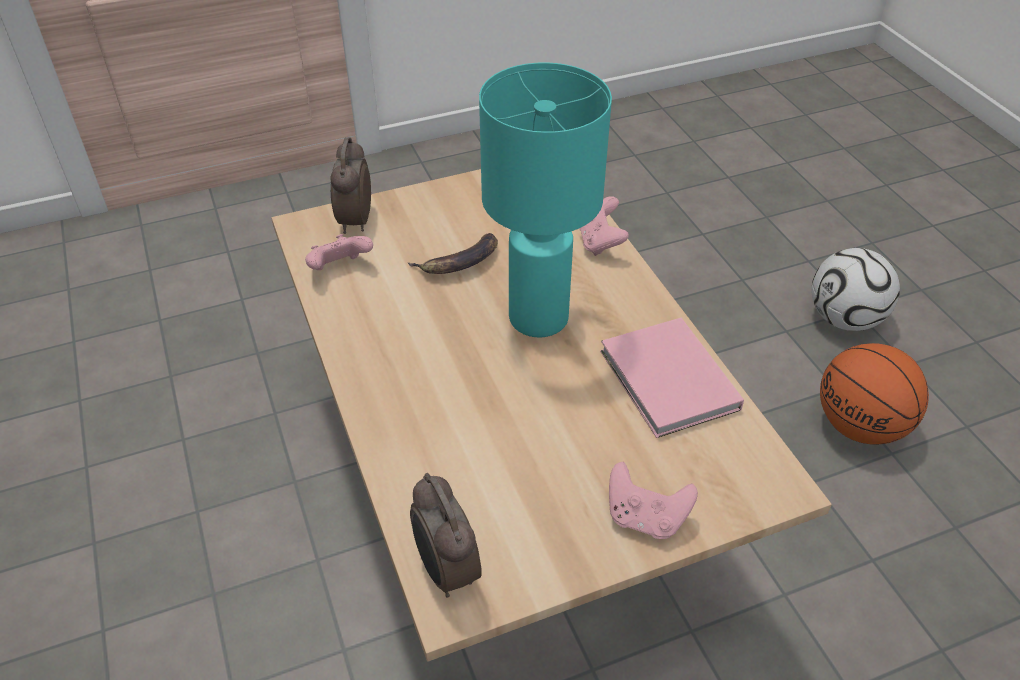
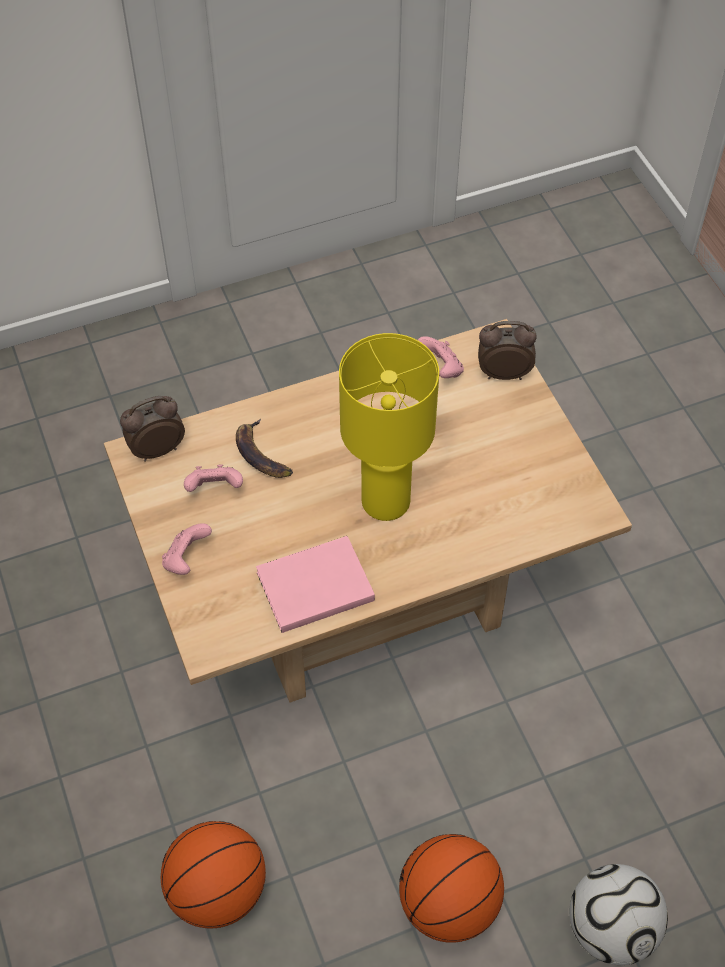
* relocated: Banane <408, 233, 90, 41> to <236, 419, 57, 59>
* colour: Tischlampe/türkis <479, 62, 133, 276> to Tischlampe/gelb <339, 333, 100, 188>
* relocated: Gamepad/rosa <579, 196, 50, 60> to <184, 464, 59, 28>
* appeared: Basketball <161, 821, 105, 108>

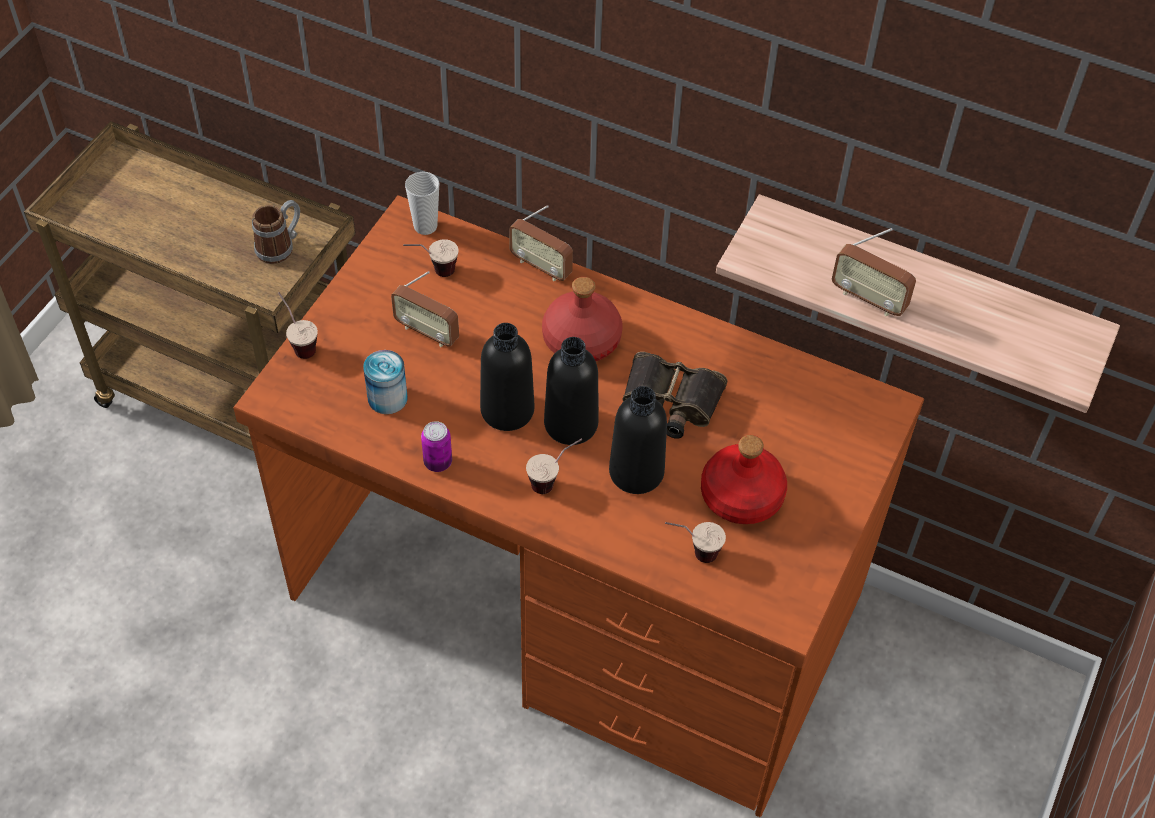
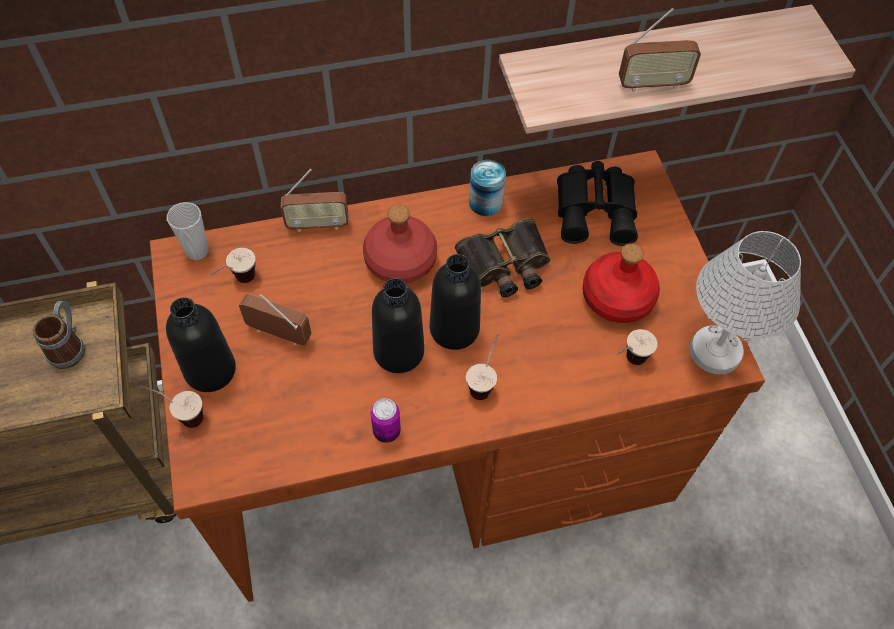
* relocated: Dose <363, 350, 45, 64> to <469, 160, 37, 56>
* spun: Radio <391, 271, 68, 76> = <239, 294, 73, 51> 150 degrees counterclockwise
* relocated: Flasche/schwarz <609, 386, 58, 108> to <166, 297, 70, 95>
* appeared: Fernglas/schwarz <557, 161, 81, 85>
* appeared: Tischlampe/weiß <690, 231, 111, 143>

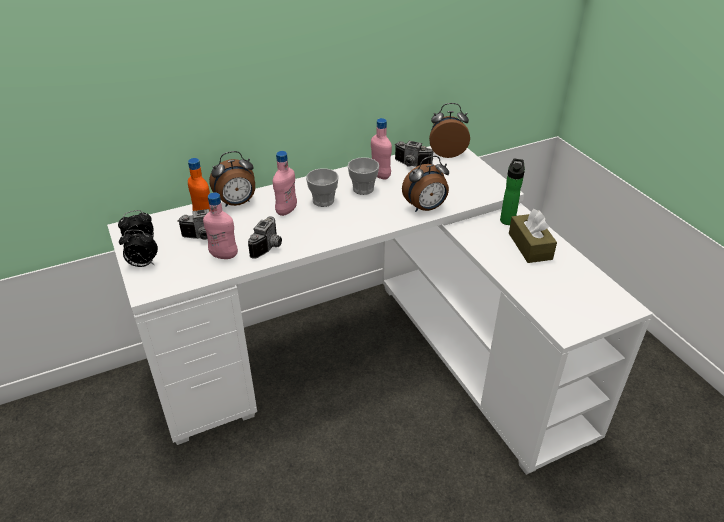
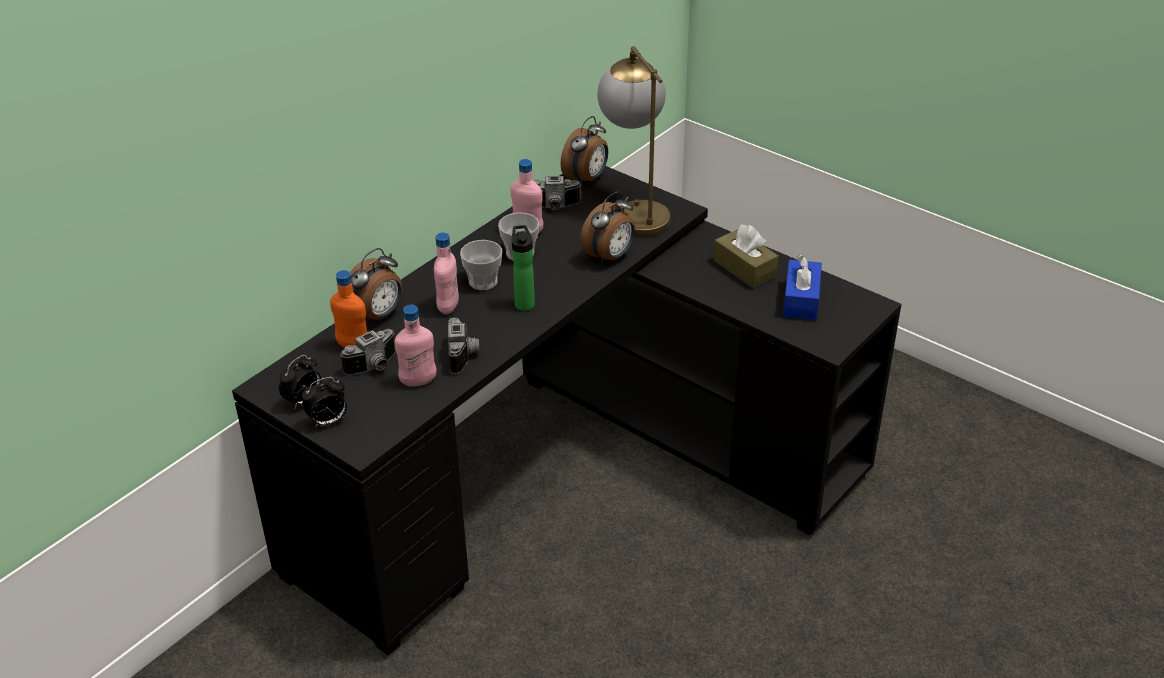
* colour: Schreibtisch/weiß <107, 146, 546, 329> to Schreibtisch/schwarz <232, 166, 670, 489>
* spun: Wecker <429, 103, 41, 55> = <561, 116, 47, 69> 150 degrees clockwise
* relocated: Flasche <500, 159, 25, 66> to <512, 225, 23, 86>
* appeared: Tischlampe <597, 46, 73, 192>
* appeared: Taschentuchbox/blau <783, 255, 39, 65>

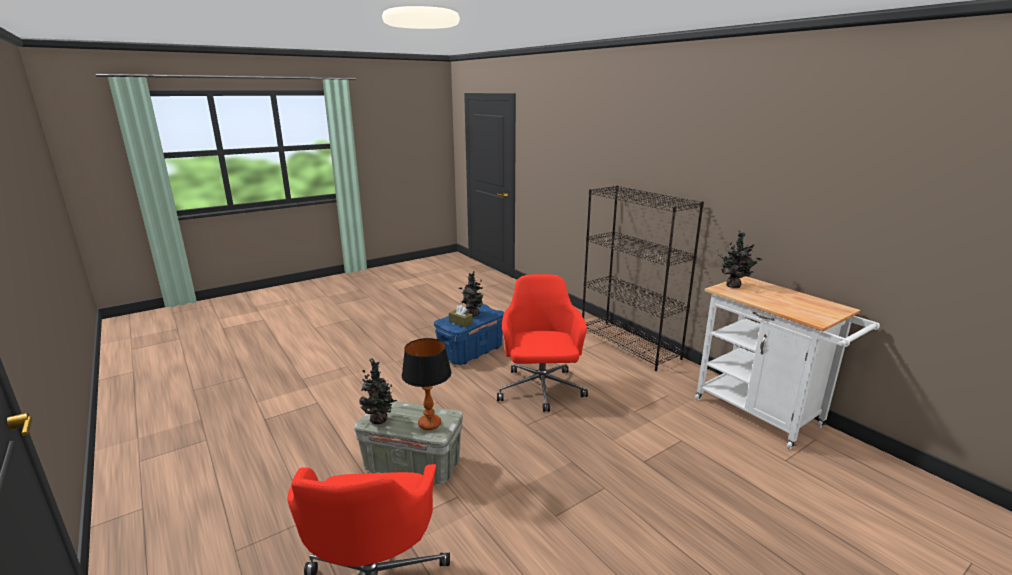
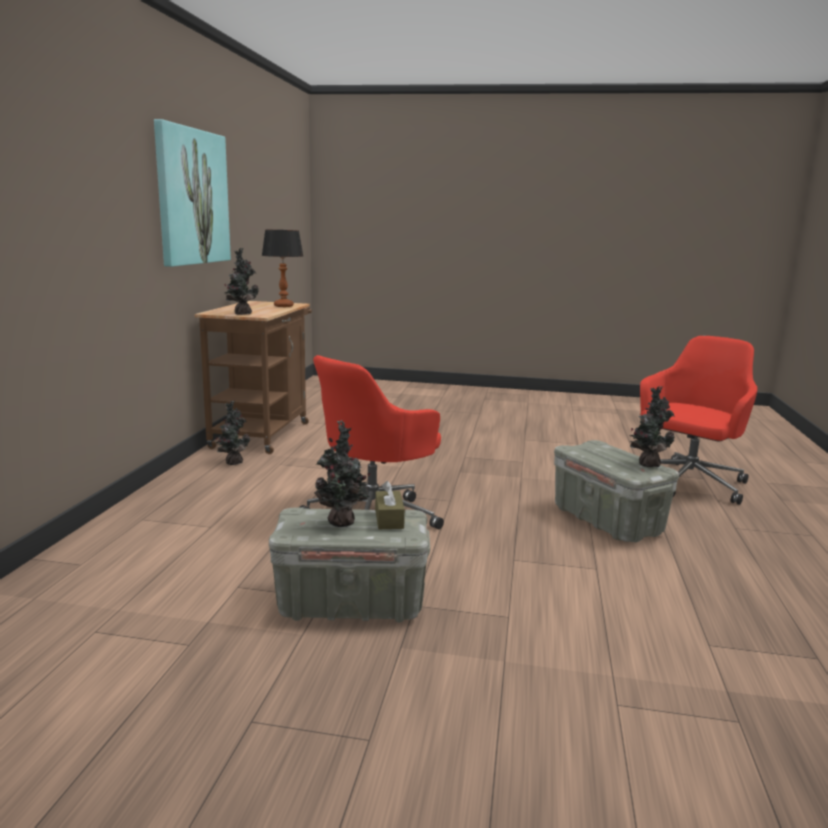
* relocated: Tischlampe <402, 338, 49, 92> to <262, 230, 41, 77>
* colour: Aufbewahrungsbox/blau <434, 304, 70, 61> to Aufbewahrungsbox/grau <269, 507, 161, 115>
* missing: Bücherregal/schwarz <582, 185, 122, 186>
* colour: Rollwagen/weiß <695, 276, 185, 173> to Rollwagen/braun <195, 301, 117, 153>
* appeared: Bild <154, 119, 77, 148>
* appeared: Topfpflanze <216, 401, 34, 64>

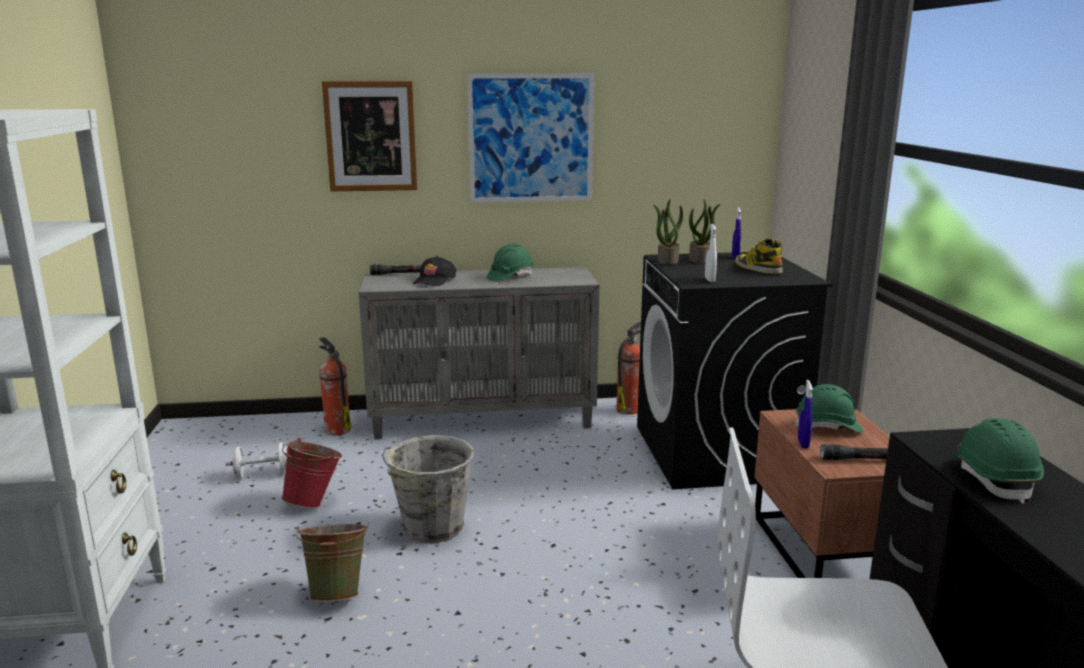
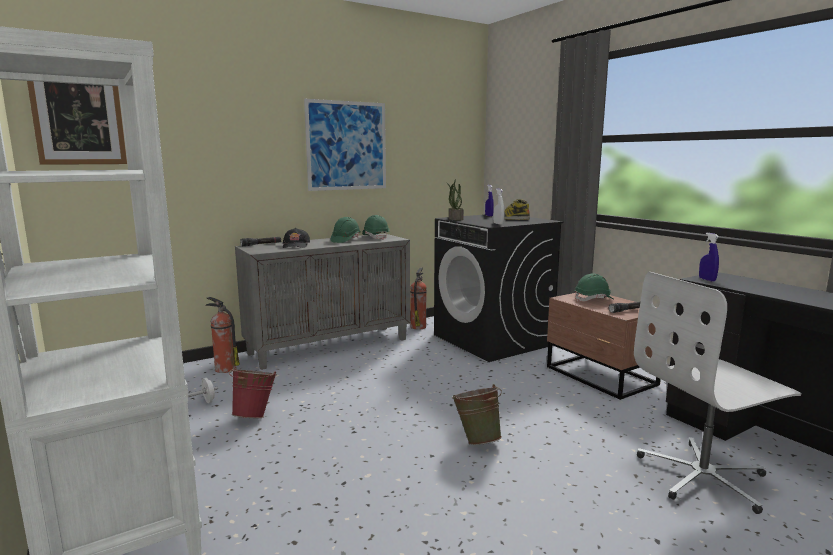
* relocated: Eimer/grün <296, 523, 73, 79> to <452, 384, 50, 61>
* relocated: Bild <322, 81, 95, 110> to <27, 81, 100, 84>
* missing: Eimer/grau <382, 435, 92, 108>
* missing: Topfpflanze <689, 199, 31, 65>
* relocated: Sprühflasche/blau <798, 380, 15, 68> to <699, 233, 20, 49>
* relocated: Schutzhelm/grün <949, 418, 95, 86> to <362, 215, 28, 25>

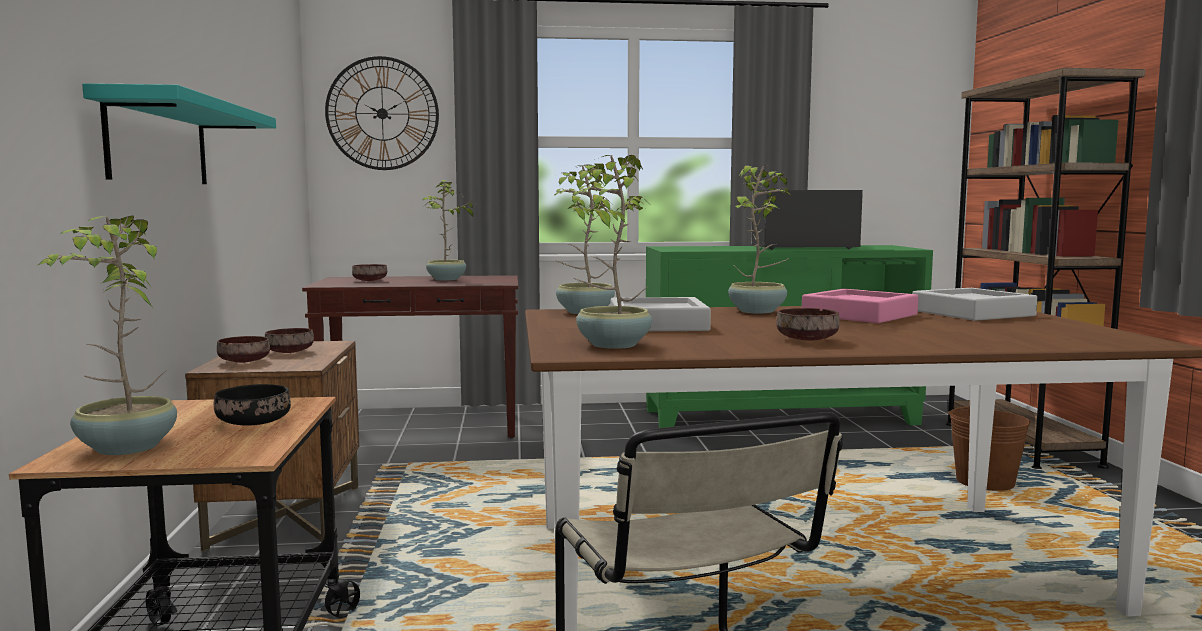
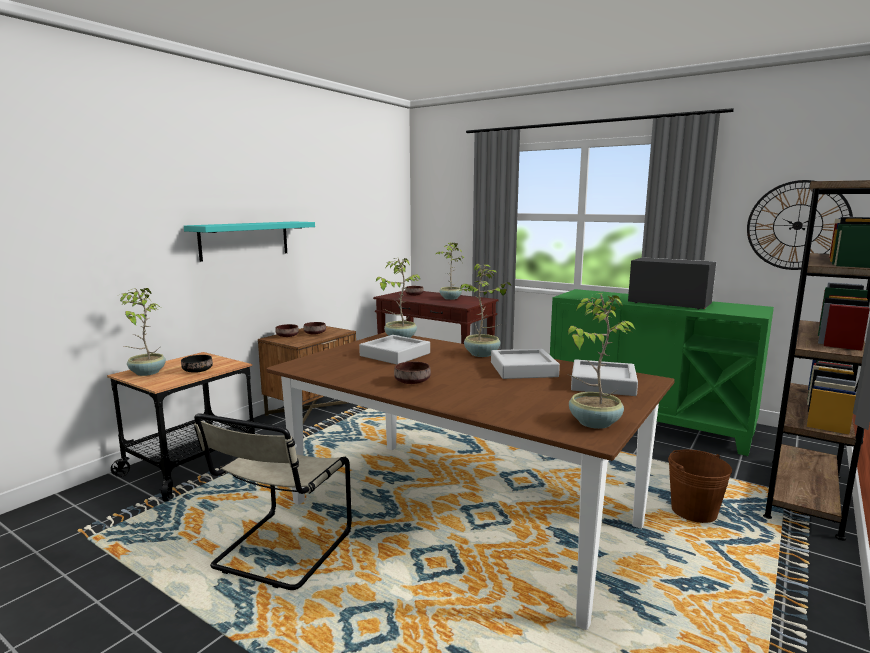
* relocated: Wanduhr <325, 56, 114, 114> to <747, 180, 106, 90>
* relocated: Topfpflanze <574, 155, 78, 194> to <567, 293, 70, 136>
* colour: Tablett/rosa <802, 289, 116, 34> to Tablett/grau <491, 349, 69, 30>

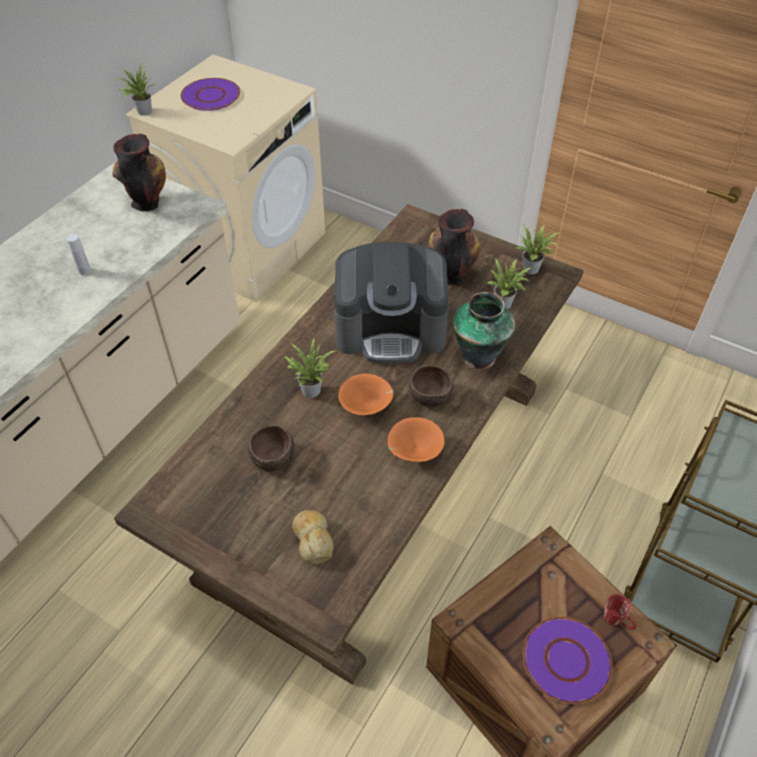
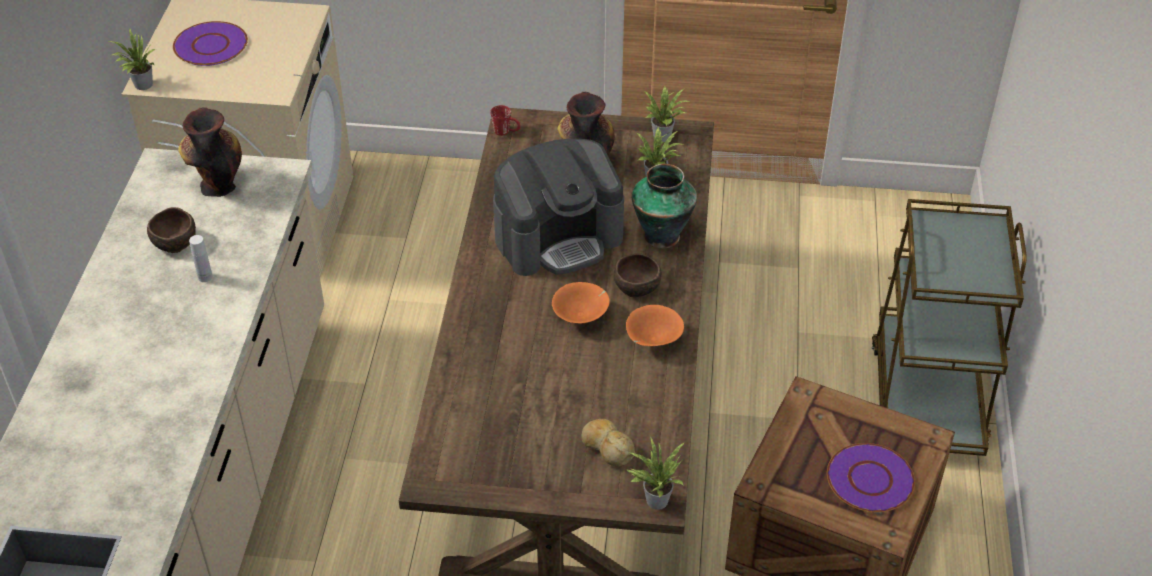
* relocated: Schüssel/braun <248, 425, 46, 47> to <147, 207, 49, 46>
* relocated: Topfpflanze <285, 338, 51, 60> to <624, 437, 61, 73>
* relocated: Henkelbecher/rot <604, 594, 32, 35> to <490, 105, 31, 31>

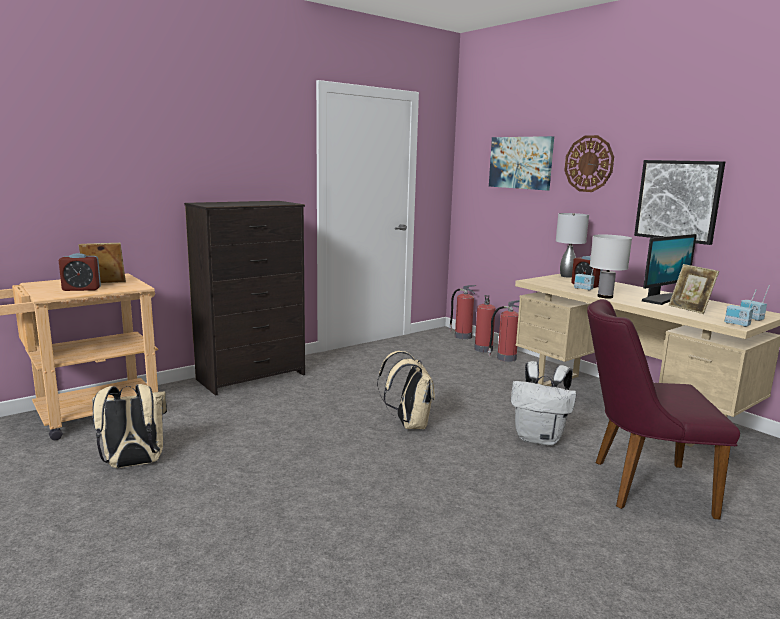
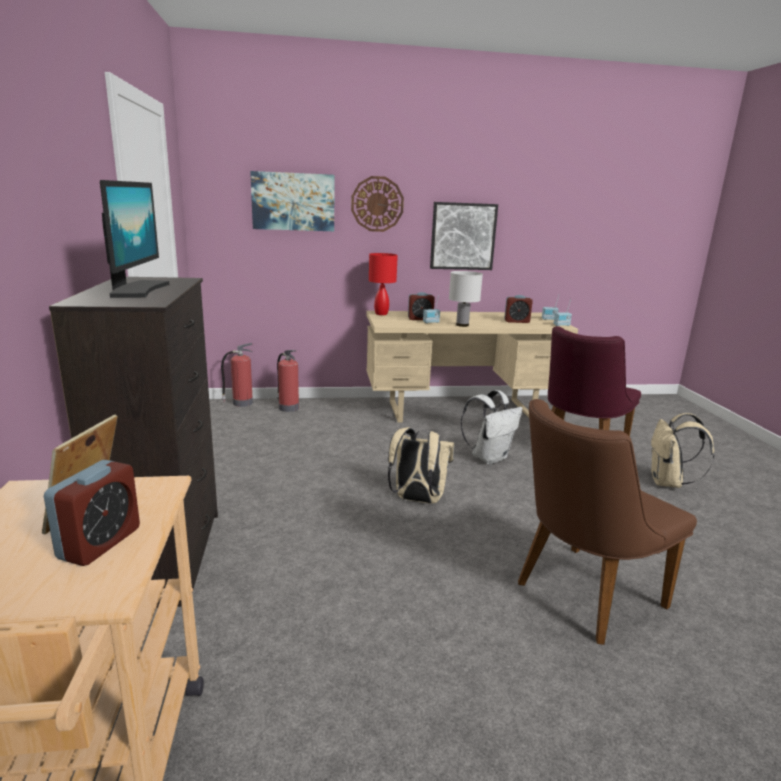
* relocated: Rucksack/beige <92, 384, 75, 84> to <651, 413, 63, 75>
* missing: Feuerlöscher <488, 300, 32, 62>
* colour: Tischlampe/grau <556, 213, 33, 65> to Tischlampe/rot <369, 253, 29, 62>
* relocated: Monitor <642, 234, 55, 71> to <100, 180, 69, 118>
* exchanged: Bilderrahmen <669, 264, 50, 50> to Wecker <504, 295, 29, 28>
* appeared: Stuhl/braun <518, 399, 179, 246>

